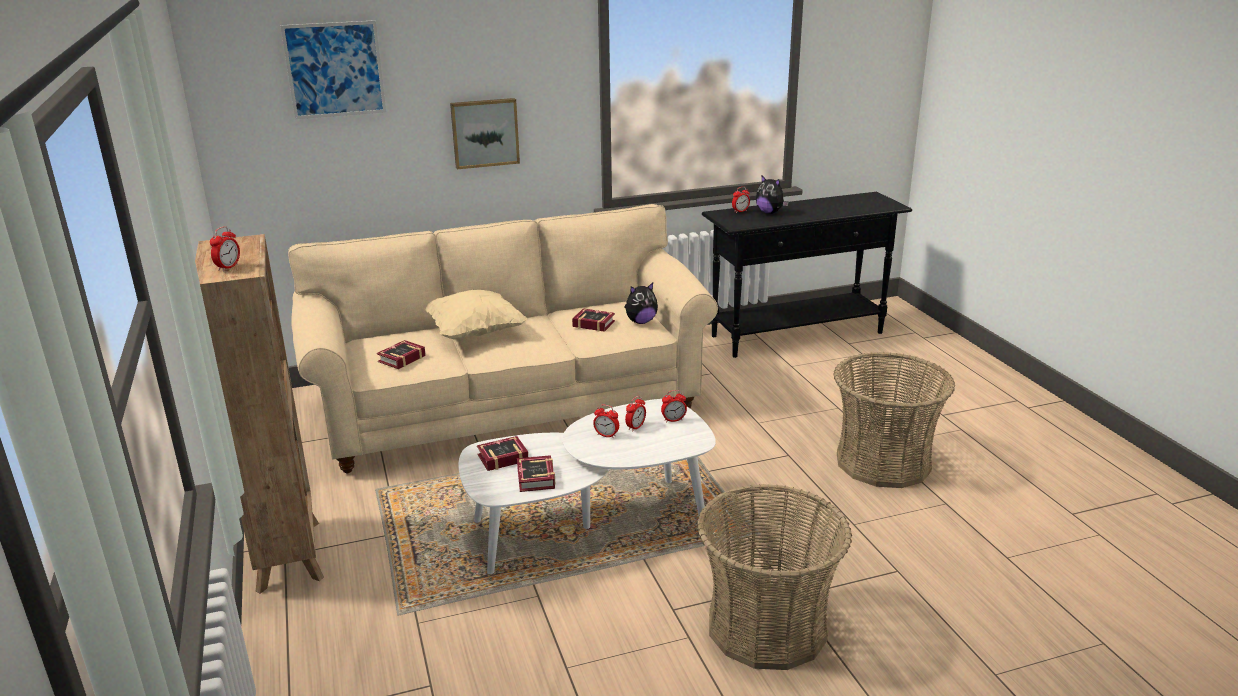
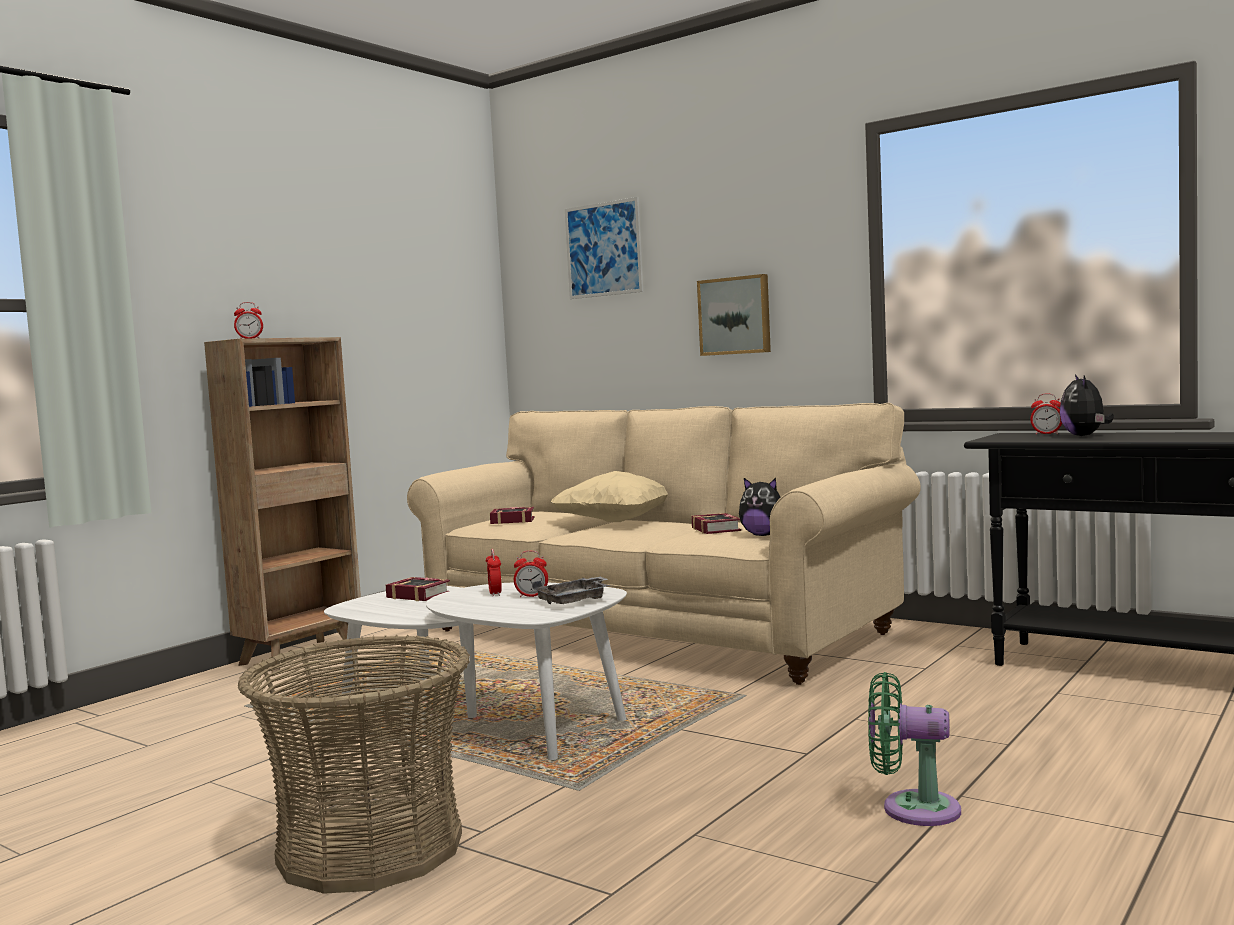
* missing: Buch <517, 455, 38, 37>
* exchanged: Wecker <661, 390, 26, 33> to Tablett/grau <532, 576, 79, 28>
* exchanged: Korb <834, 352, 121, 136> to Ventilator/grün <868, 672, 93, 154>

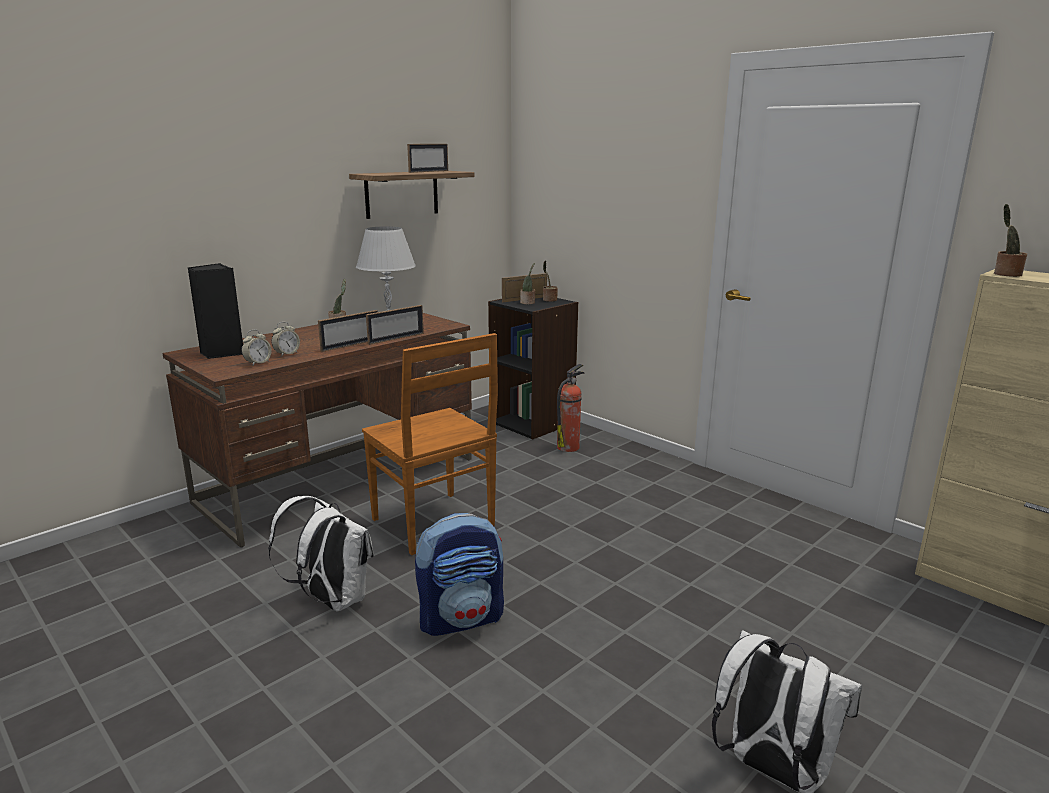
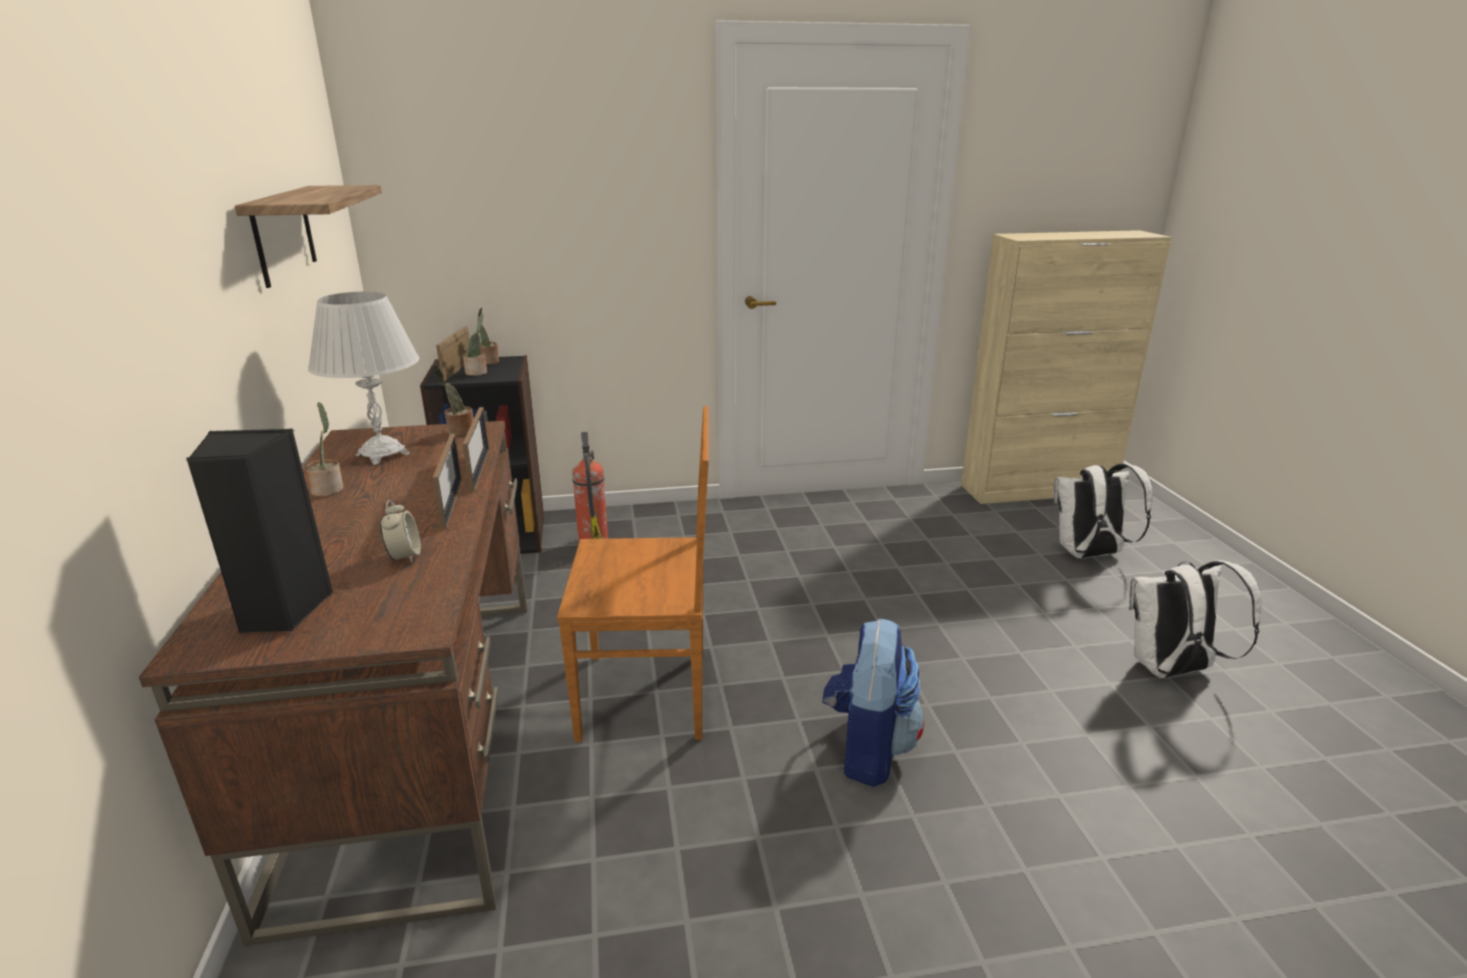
* missing: Wecker <242, 330, 30, 35>
* relocated: Rucksack/weiß <268, 496, 106, 116> to <1054, 463, 99, 96>
* missing: Bilderrahmen <407, 144, 41, 29>
* relocated: Topfpflanze <994, 204, 33, 73> to <433, 364, 41, 73>

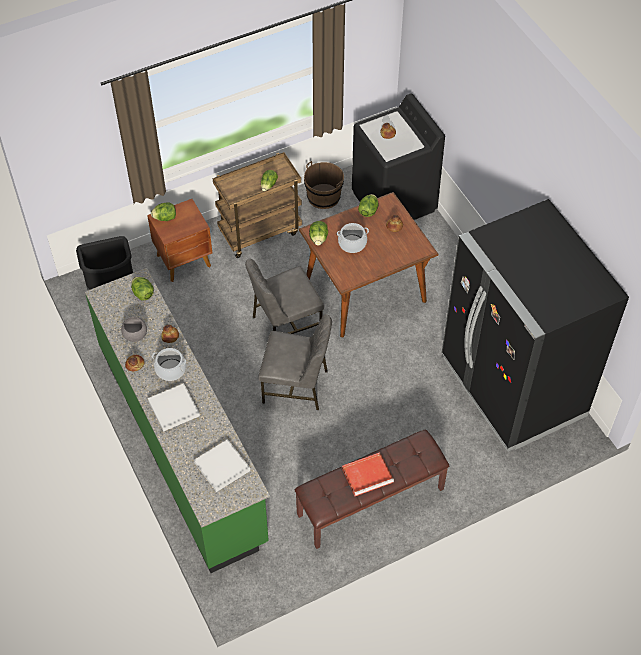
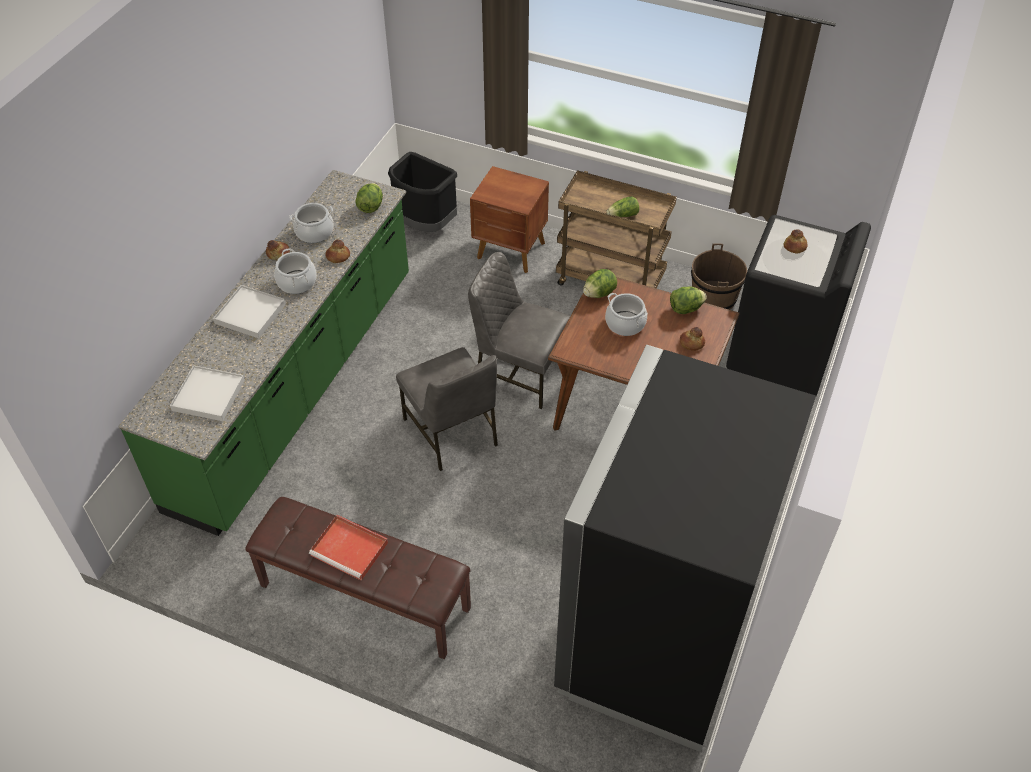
* exchanged: Schüssel/grau <121, 317, 26, 25> to Kochtopf <289, 203, 45, 40>
* missing: Salatkopf <151, 202, 25, 19>

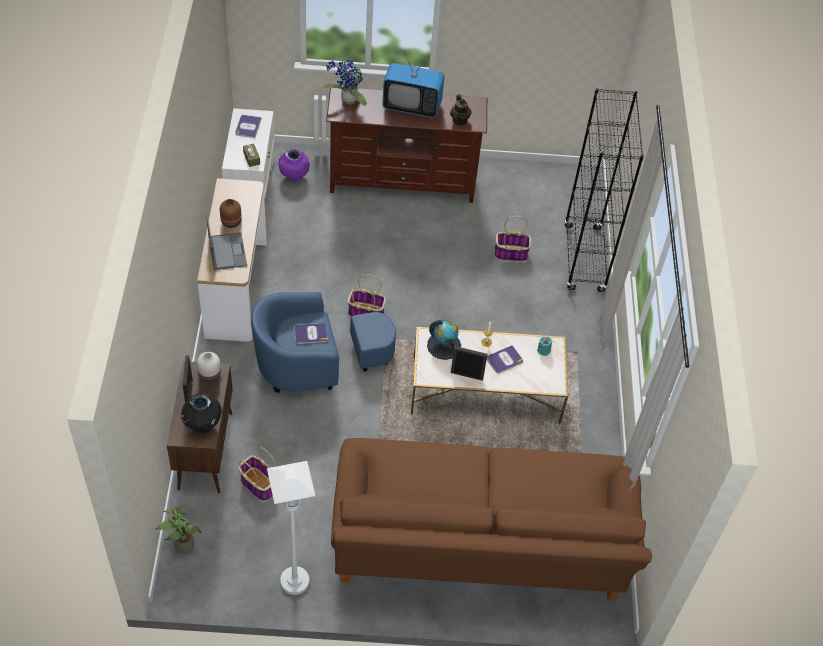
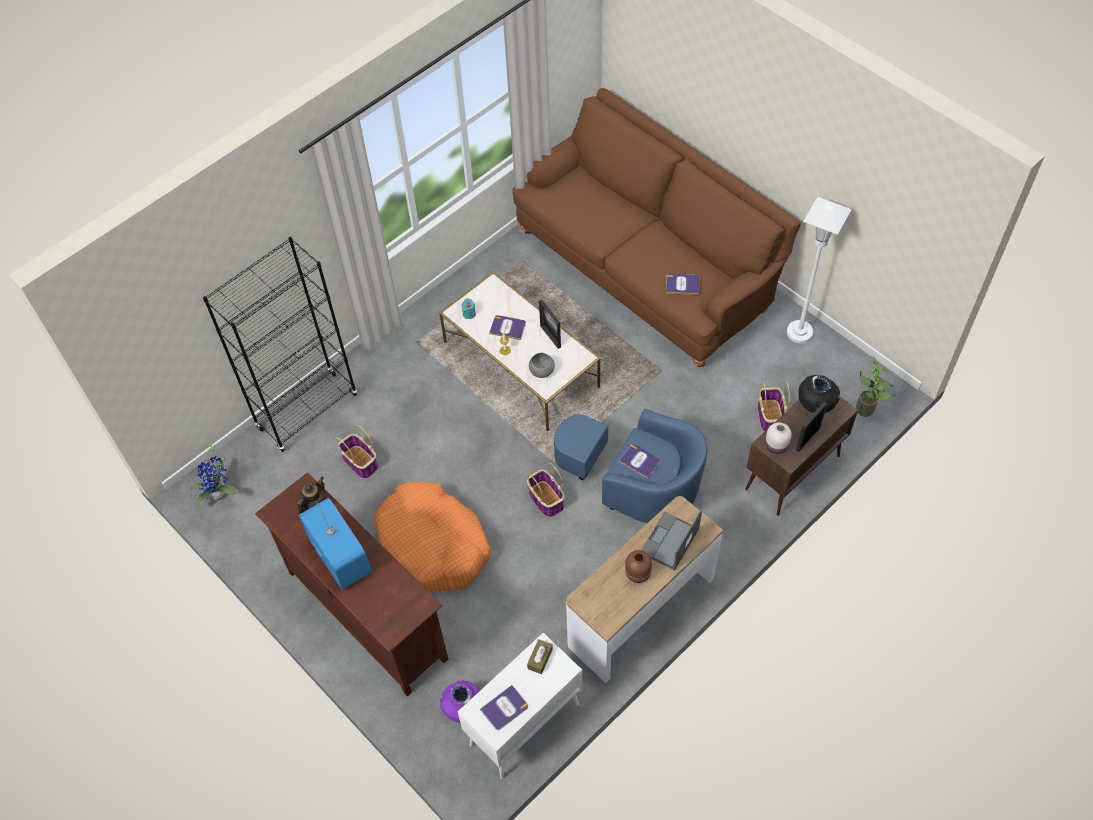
* relocated: Topfpflanze <324, 60, 43, 46> to <190, 441, 48, 65>
* exchanged: Globus <427, 320, 34, 40> to Schüssel/grau <529, 353, 26, 25>
* appeared: Hundebett/orange <374, 482, 117, 110>
* appeared: Buch <666, 274, 33, 21>

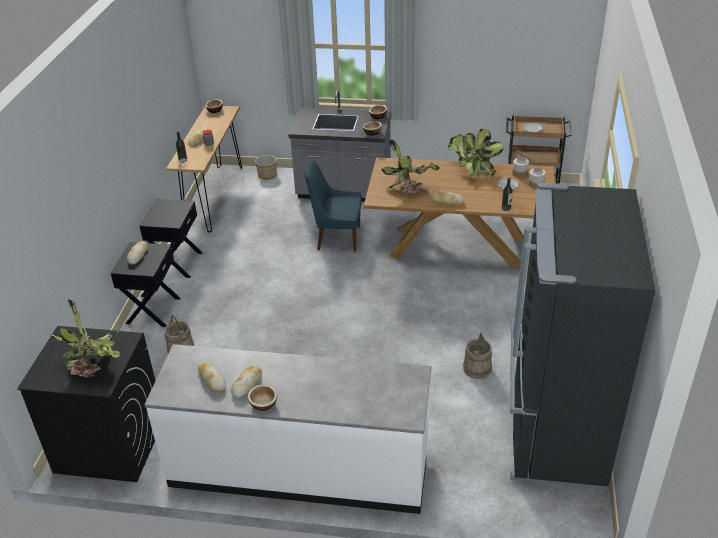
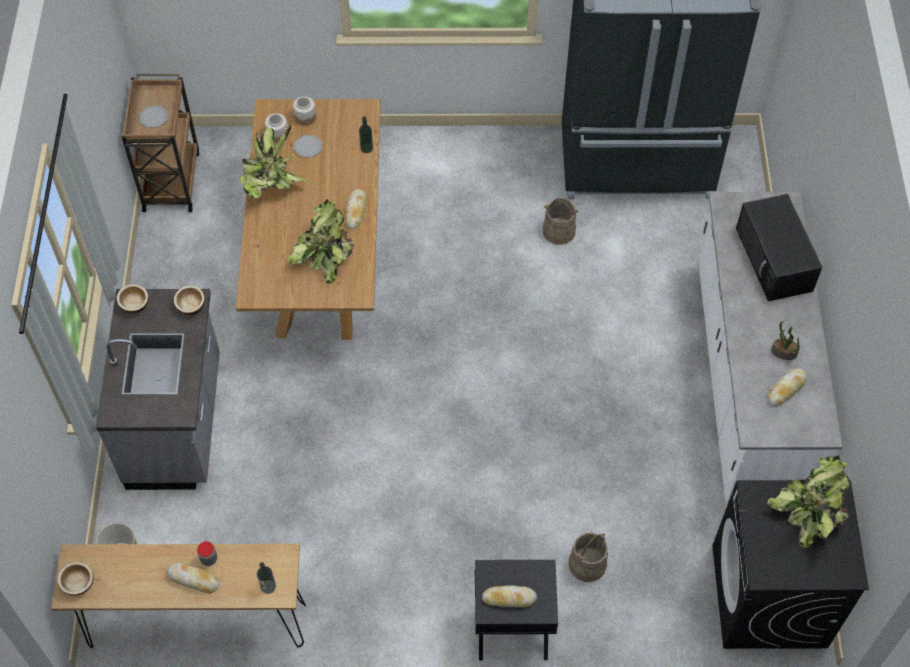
* missing: Nachttisch/schwarz <140, 199, 62, 79>
* exchanged: Brot <231, 365, 31, 33> to Topfpflanze <771, 321, 29, 39>
* missing: Schüssel <248, 385, 29, 26>
* missing: Stuhl/blau <304, 159, 58, 93>
* appeared: Mikrowelle/schwarz <736, 194, 86, 107>

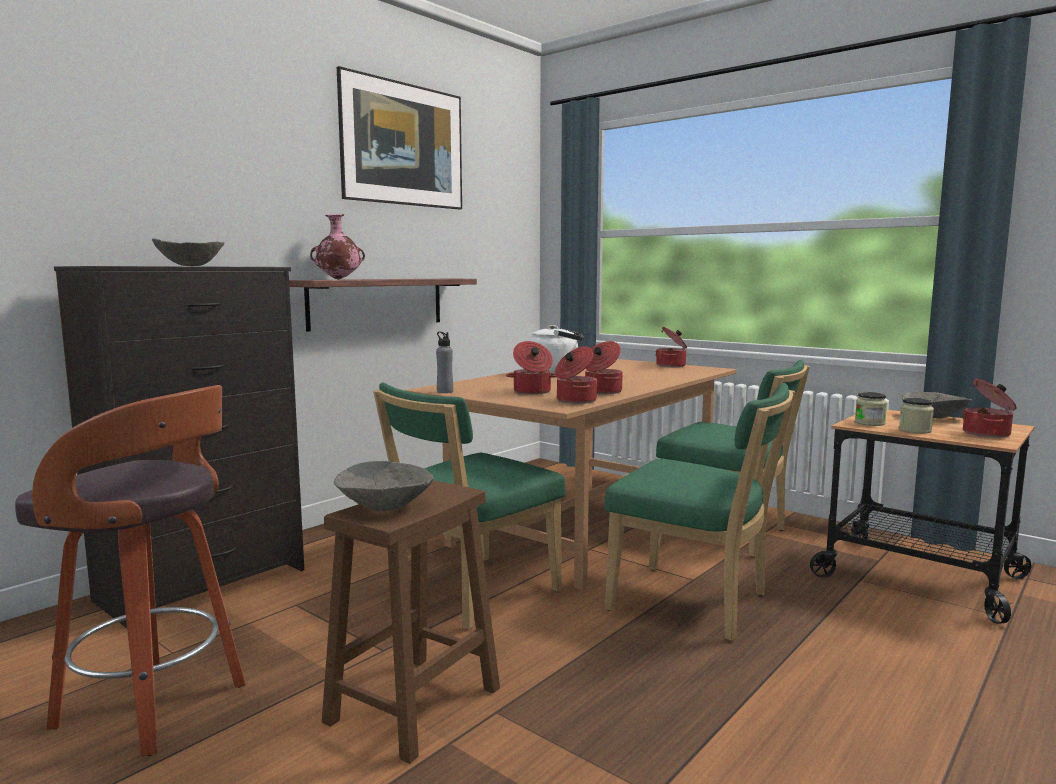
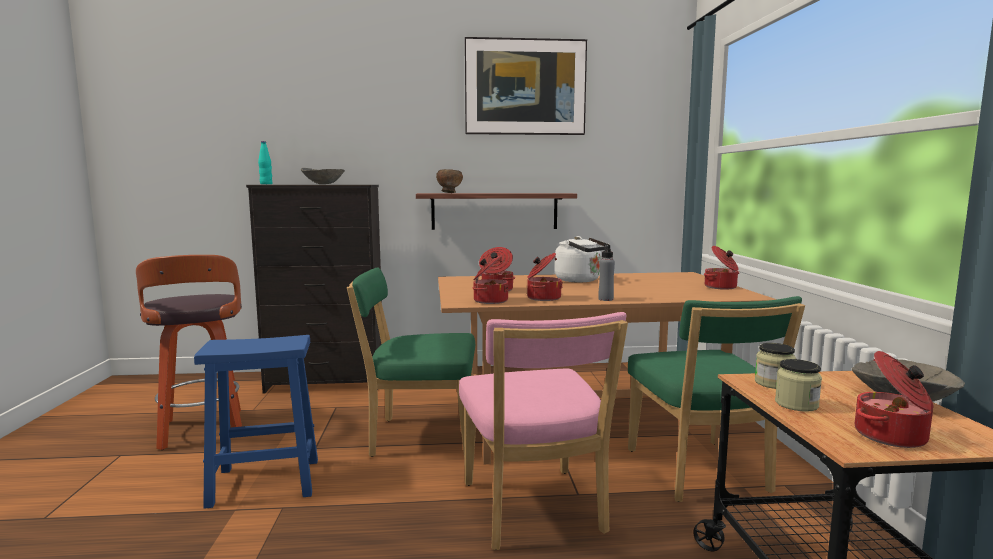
* exchanged: Vase/rosa <310, 214, 55, 65> to Schüssel/braun <436, 169, 27, 24>
* colour: Hocker/braun <322, 480, 178, 284> to Hocker/blau <194, 335, 124, 174>
* missing: Schüssel/grau <334, 461, 100, 50>
* relocated: Flasche/grau <436, 332, 17, 61> to <598, 244, 17, 57>
* colour: Stuhl/grün <604, 383, 192, 258> to Stuhl/rosa <459, 312, 169, 238>
* appeared: Flasche/türkis <258, 141, 15, 43>

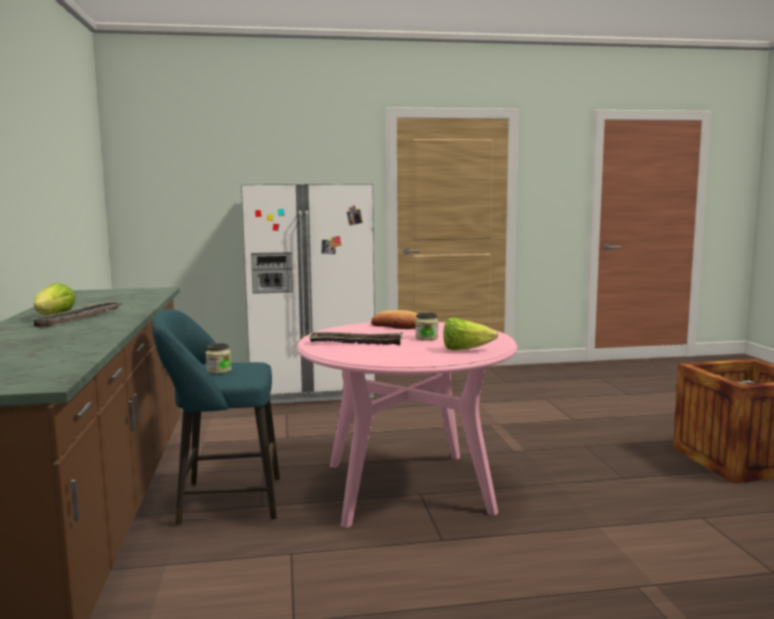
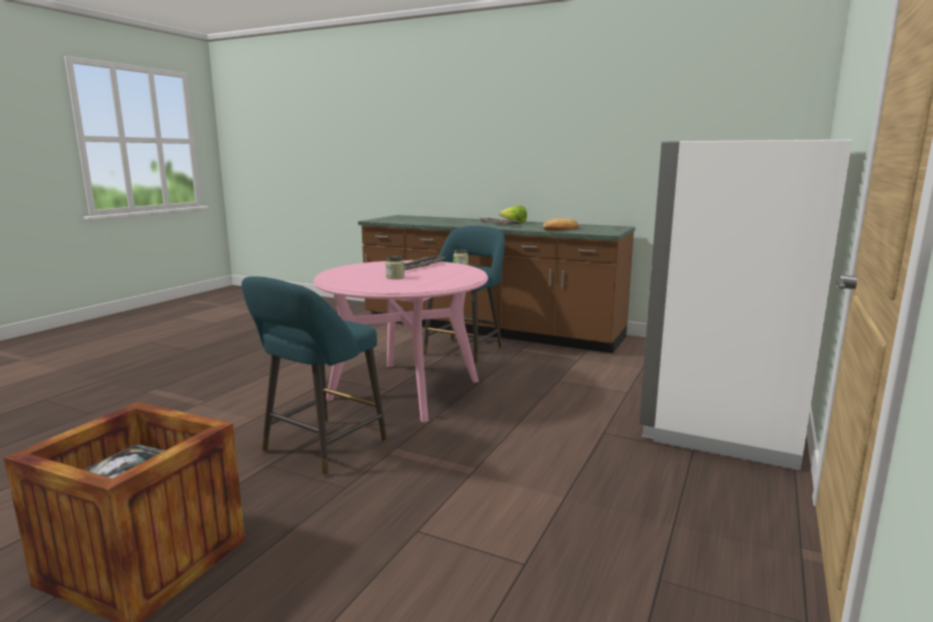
* relocated: Brot <371, 310, 47, 19> to <543, 218, 36, 12>
* missing: Salatkopf <444, 318, 54, 32>
* appeared: Hocker/türkis <241, 276, 146, 200>

